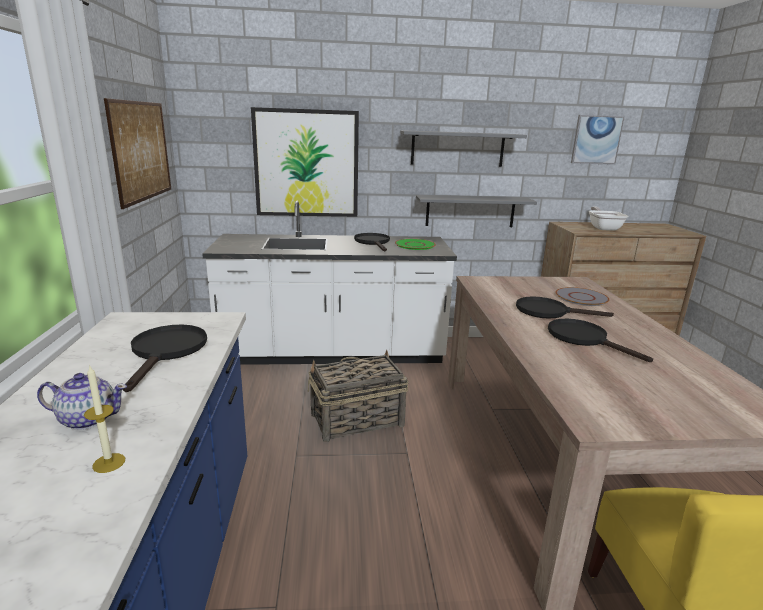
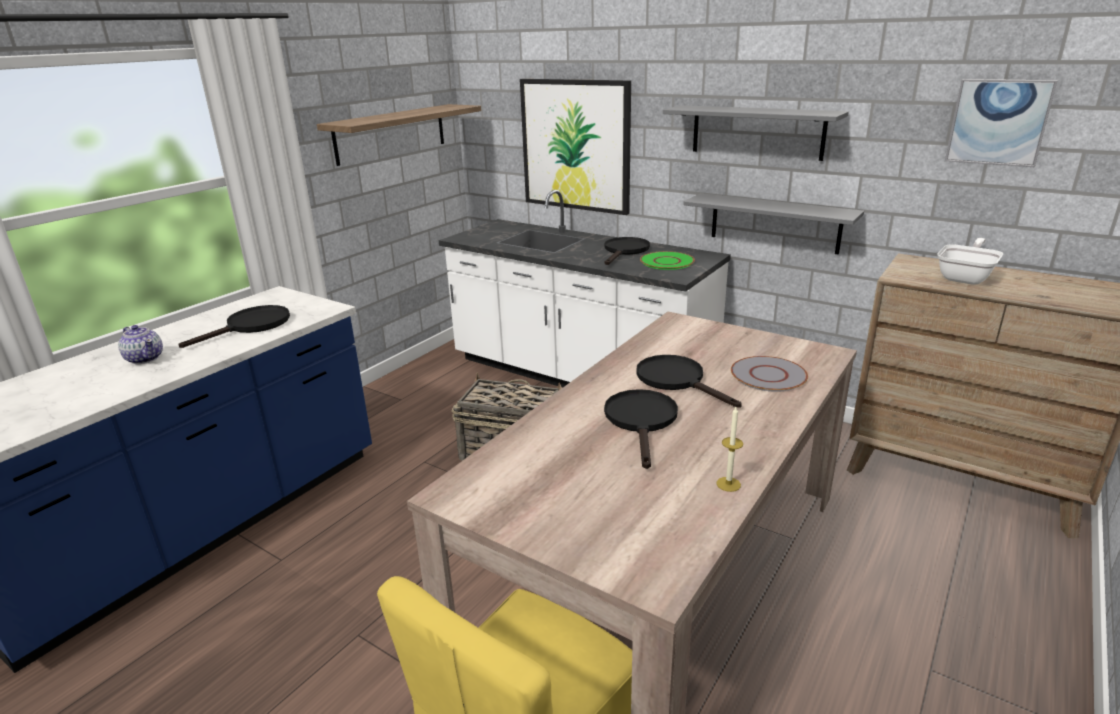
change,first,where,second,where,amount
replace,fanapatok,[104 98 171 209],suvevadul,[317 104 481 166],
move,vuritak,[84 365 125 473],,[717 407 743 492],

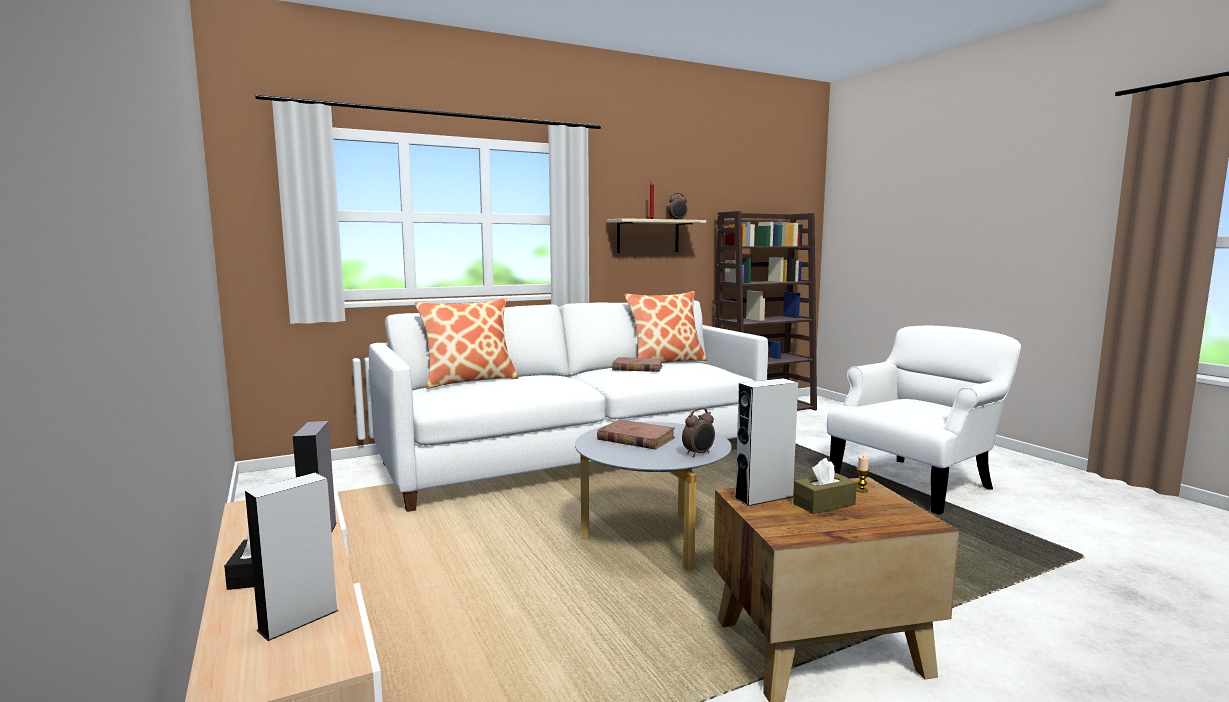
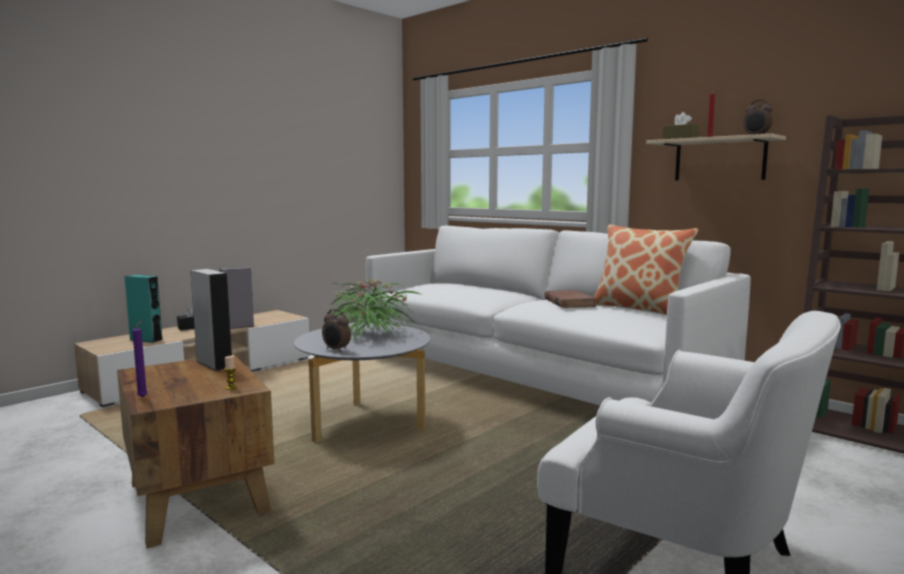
change,first,where,second,where,amount
recolor,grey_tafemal,[245 473 339 641],turquoise_tafemal,[124 275 162 343],
insert,,,purple_vuritak,[132 320 148 398],
replace,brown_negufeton,[597 419 675 450],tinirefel,[330 277 422 341],
move,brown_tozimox,[793 458 857 514],,[663 112 700 139],
delete,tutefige,[415 298 519 389],,,

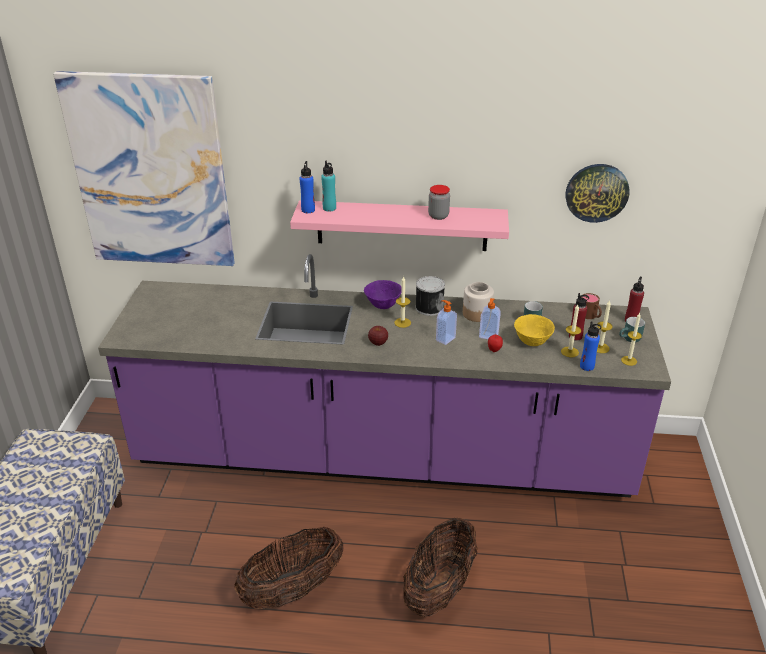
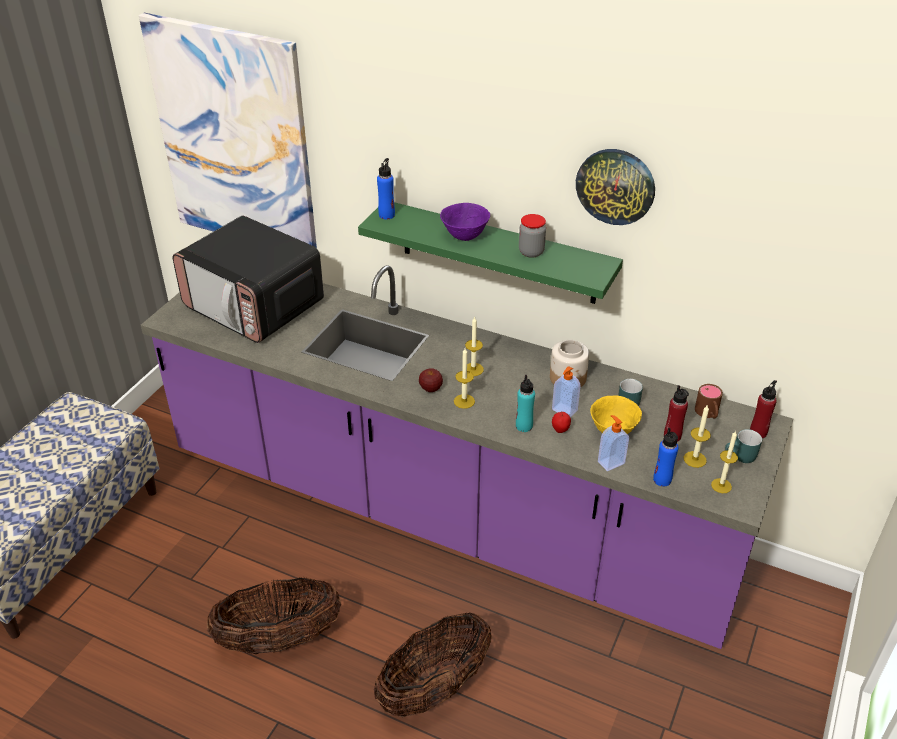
change,first,where,second,where,amount
insert,,,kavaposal,[172 215 324 343],
recolor,pink_suvevadul,[290 200 509 251],green_suvevadul,[358 202 623 304],
move,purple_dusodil,[364 280 402 309],,[440 203 490 241],
move,vuritak,[561 304 581 358],,[454 348 475 409],
move,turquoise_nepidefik,[321 161 336 212],,[516 375 535 432],
move,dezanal,[566 164 630 223],,[576 149 655 225],
move,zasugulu,[436 300 457 345],,[598 415 629 471],
delete,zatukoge,[415 276 445 316],,,

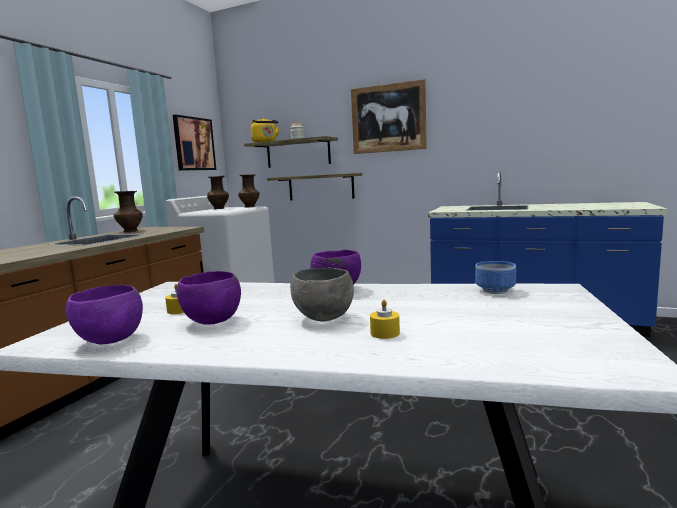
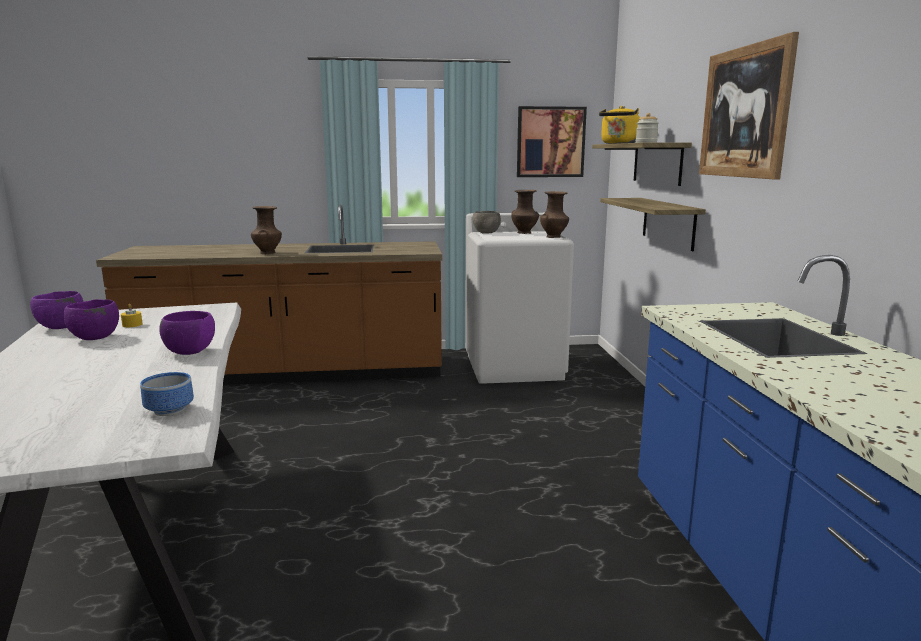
change,first,where,second,where,amount
move,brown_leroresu,[114 191 142 232],,[251 206 282 254],
move,grey_dusodil,[290 268 354 321],,[473 211 501 234],
delete,yellow_vuritak,[370 300 400 339],,,

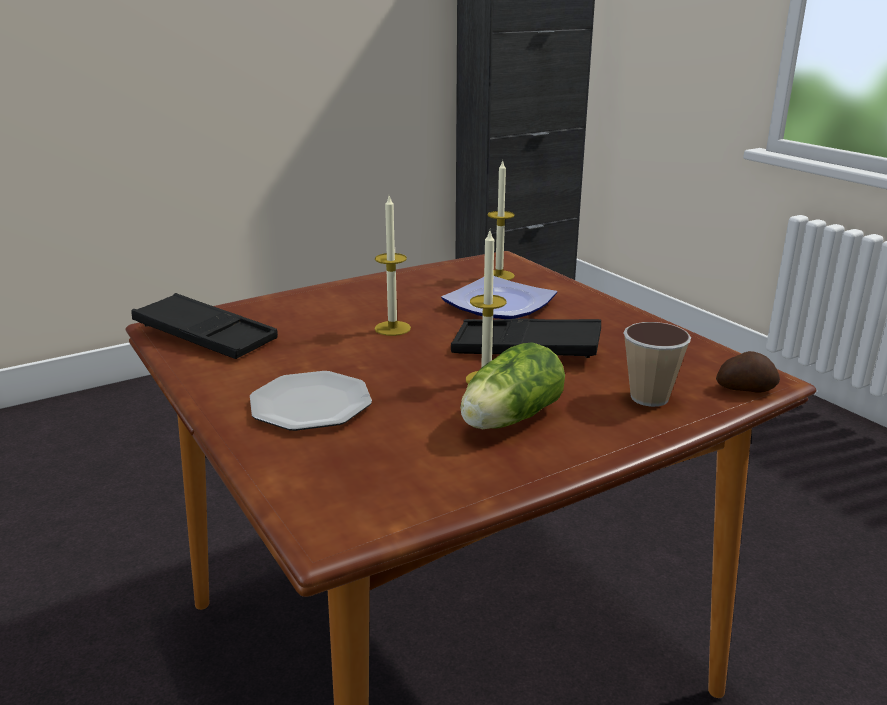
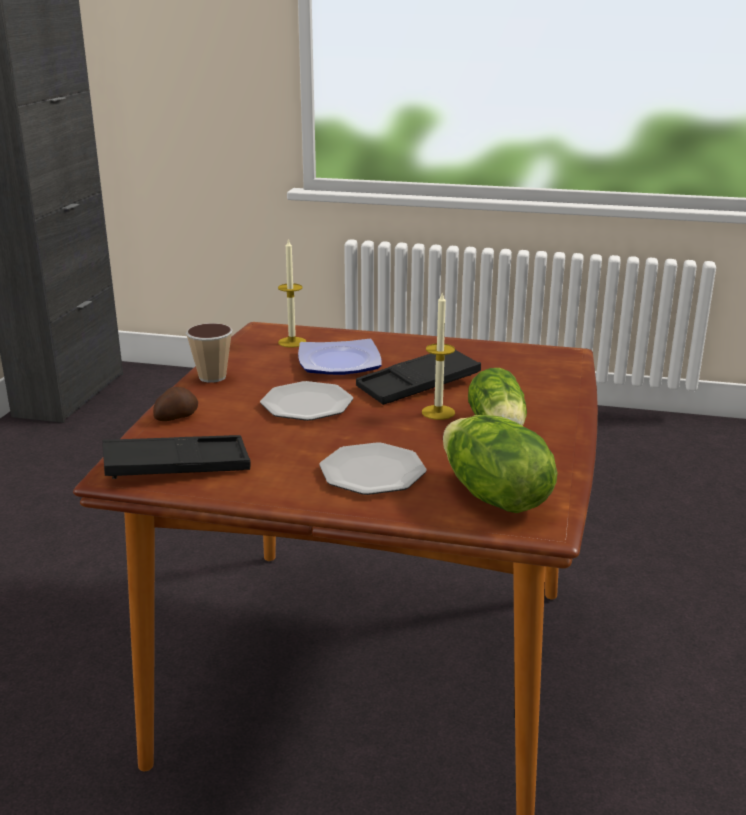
change,first,where,second,where,amount
move,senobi,[716 351 780 393],,[153 387 198 421],
move,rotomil,[624 322 691 407],,[186 323 232 383],
replace,vuritak,[375 196 411 336],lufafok,[260 381 353 421],
insert,,,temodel,[443 415 557 513],

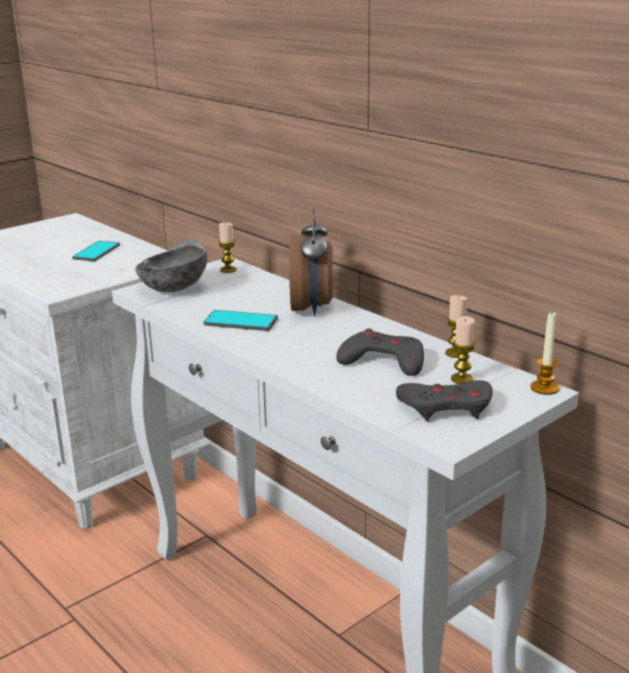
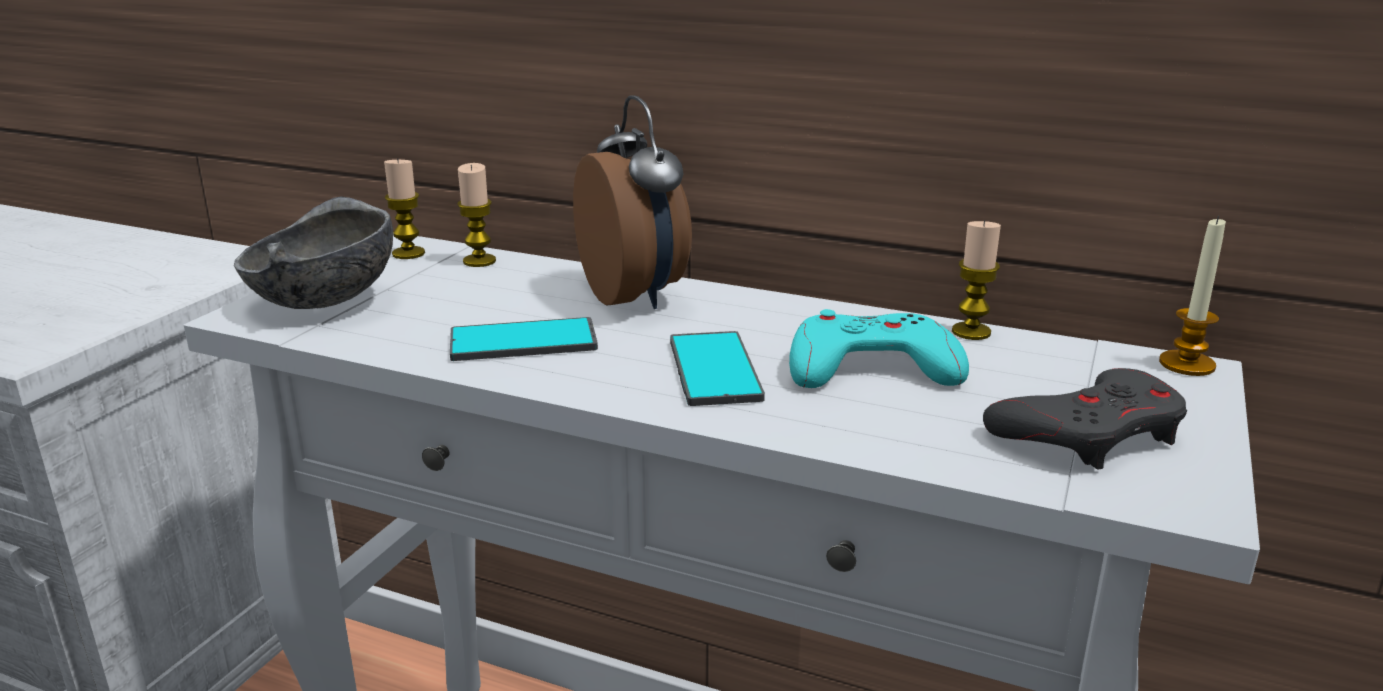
change,first,where,second,where,amount
move,vuritak,[451 316 476 384],,[457 163 496 267],
move,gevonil,[72 241 120 261],,[670 331 765 406],
recolor,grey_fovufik,[336 329 424 376],turquoise_fovufik,[789 309 969 388],

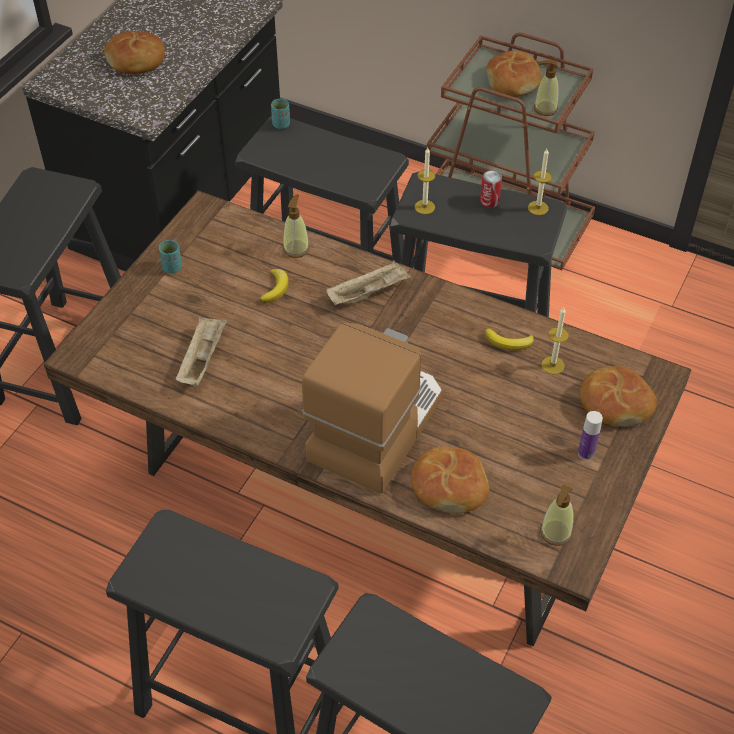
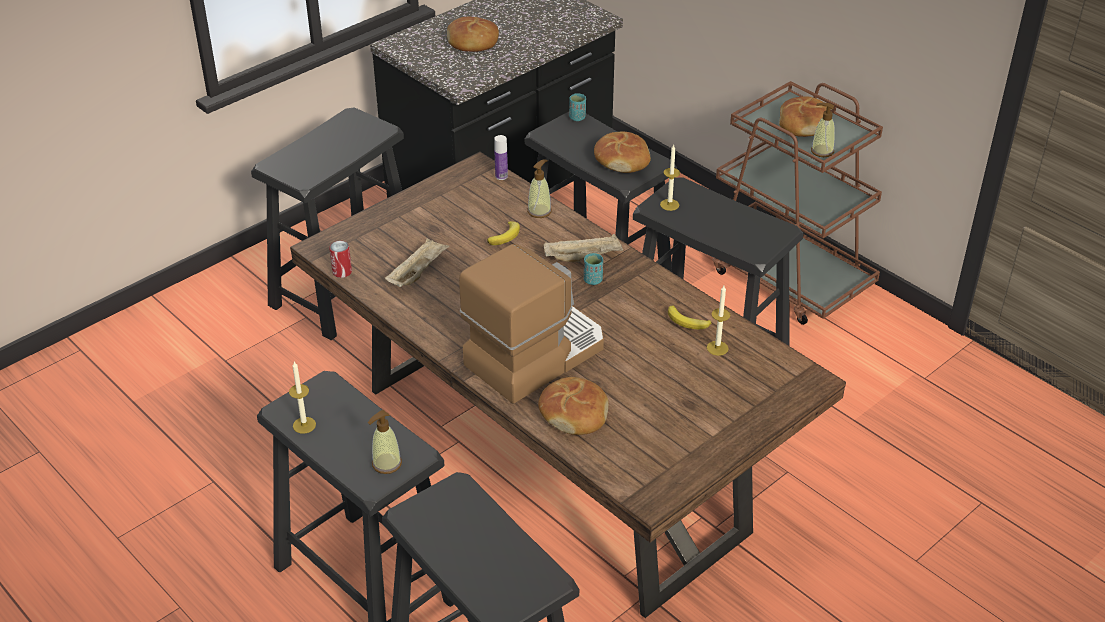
change,first,where,second,where,amount
move,vuritak,[528 149 552 215],,[289 362 316 434],
move,zatukoge,[480 170 502 208],,[329 241 352 278],
move,zasugulu,[540 485 574 546],,[368 410 402 474],
move,nepidefik,[578 411 603 460],,[494 135 508 180],
move,turquoise_rotomil,[159 240 182 273],,[584 253 603 285],
move,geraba,[580 366 657 427],,[594 131 651 173],

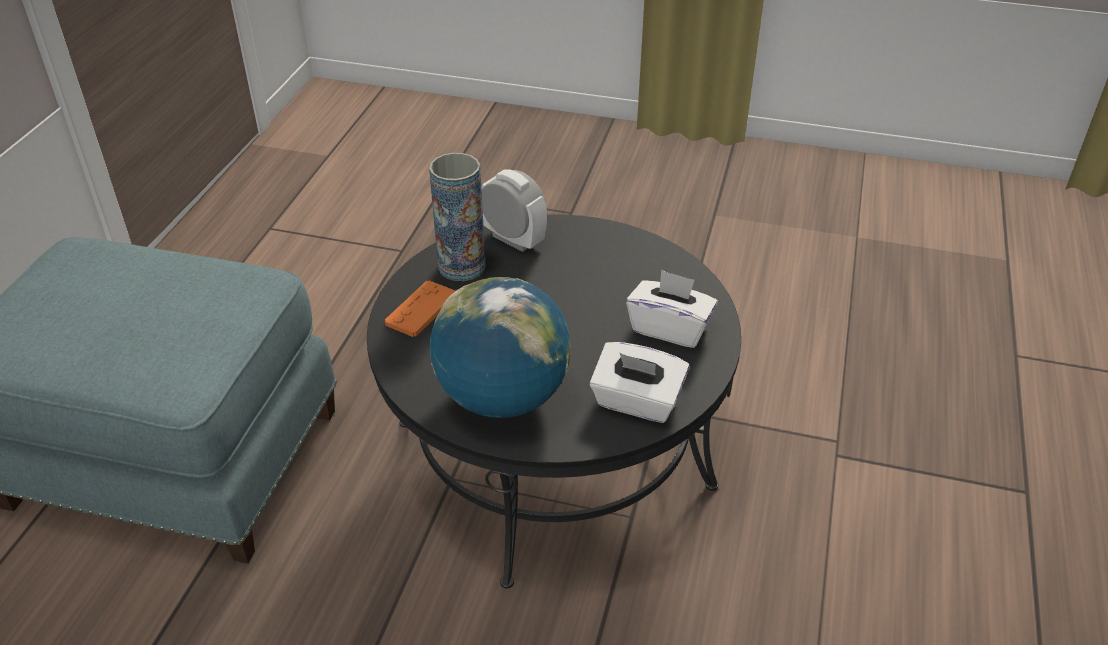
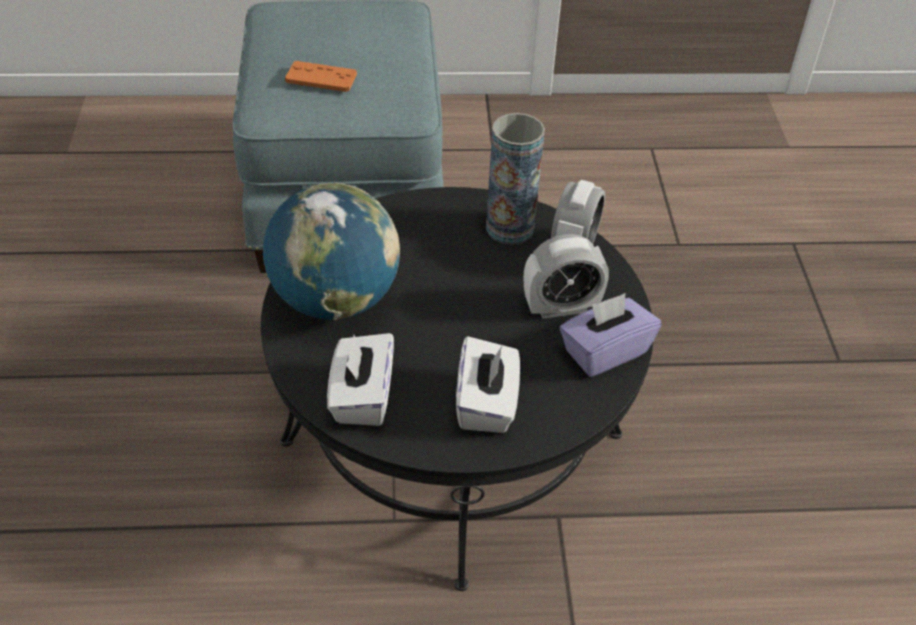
change,first,where,second,where,amount
move,orange_fovufik,[385 281 455 337],,[285 61 357 92],
insert,,,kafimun,[524 234 609 319],
insert,,,purple_tozimox,[559 293 661 377],

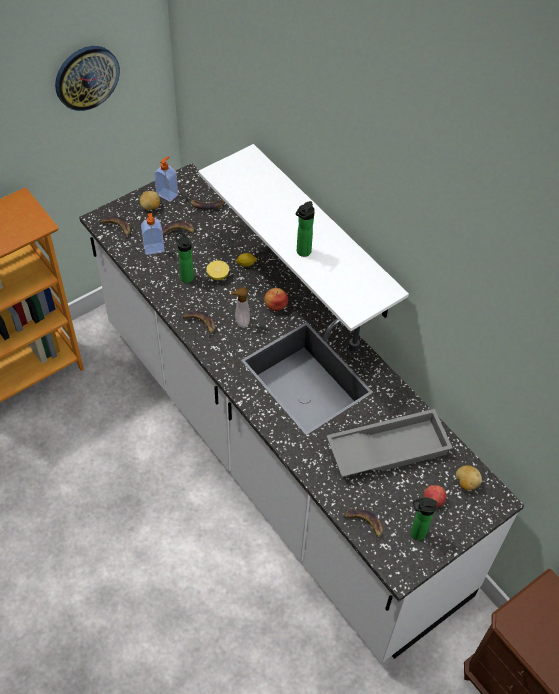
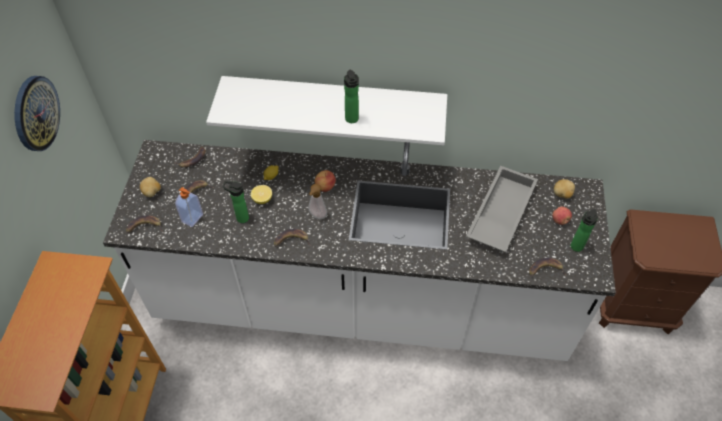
change,first,where,second,where,amount
delete,zasugulu,[154 156 178 202],,,

